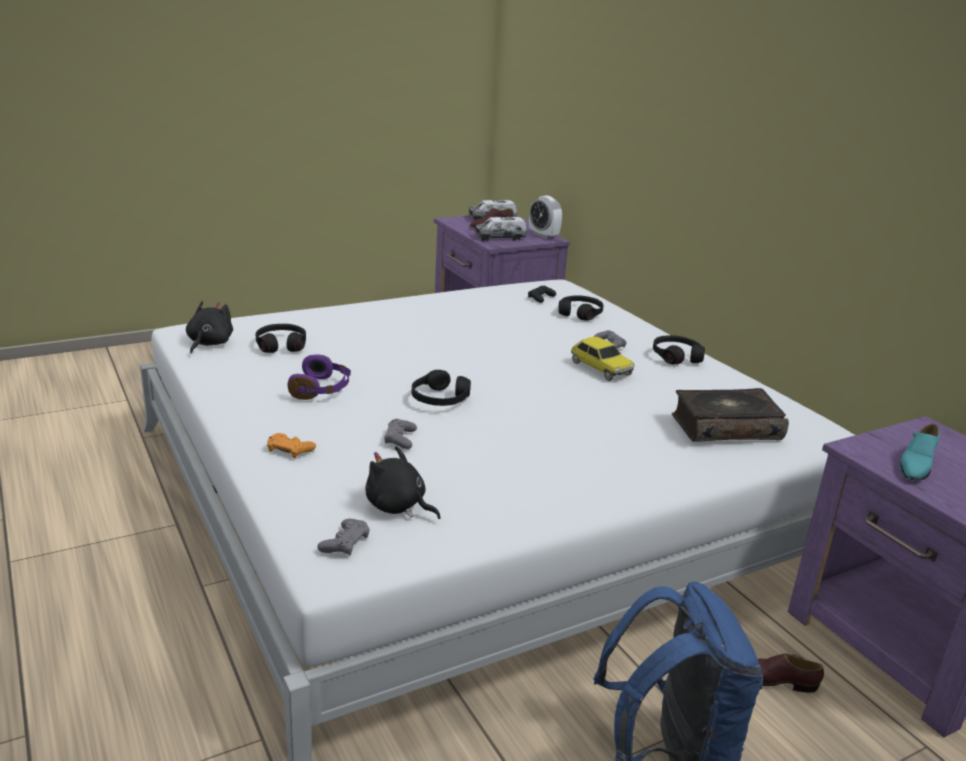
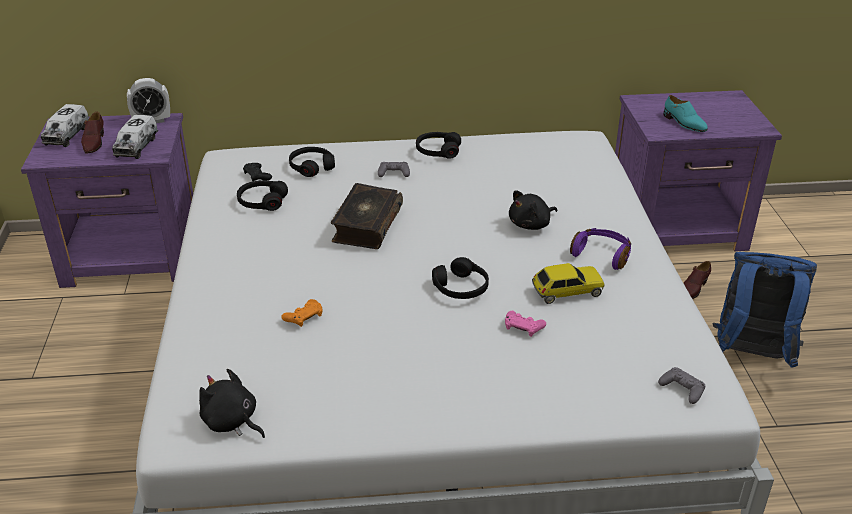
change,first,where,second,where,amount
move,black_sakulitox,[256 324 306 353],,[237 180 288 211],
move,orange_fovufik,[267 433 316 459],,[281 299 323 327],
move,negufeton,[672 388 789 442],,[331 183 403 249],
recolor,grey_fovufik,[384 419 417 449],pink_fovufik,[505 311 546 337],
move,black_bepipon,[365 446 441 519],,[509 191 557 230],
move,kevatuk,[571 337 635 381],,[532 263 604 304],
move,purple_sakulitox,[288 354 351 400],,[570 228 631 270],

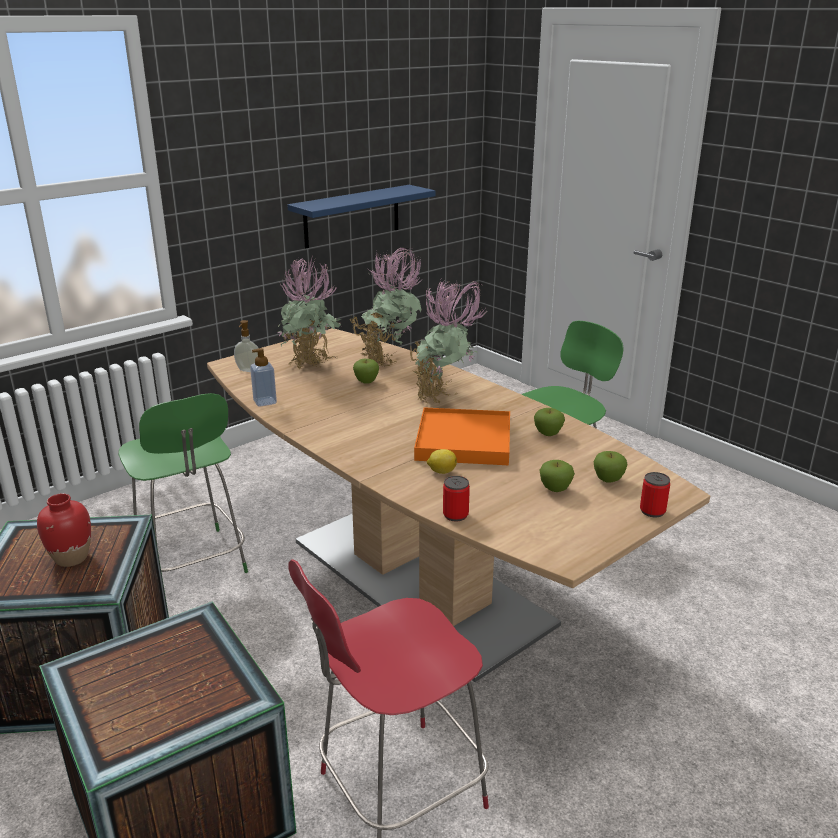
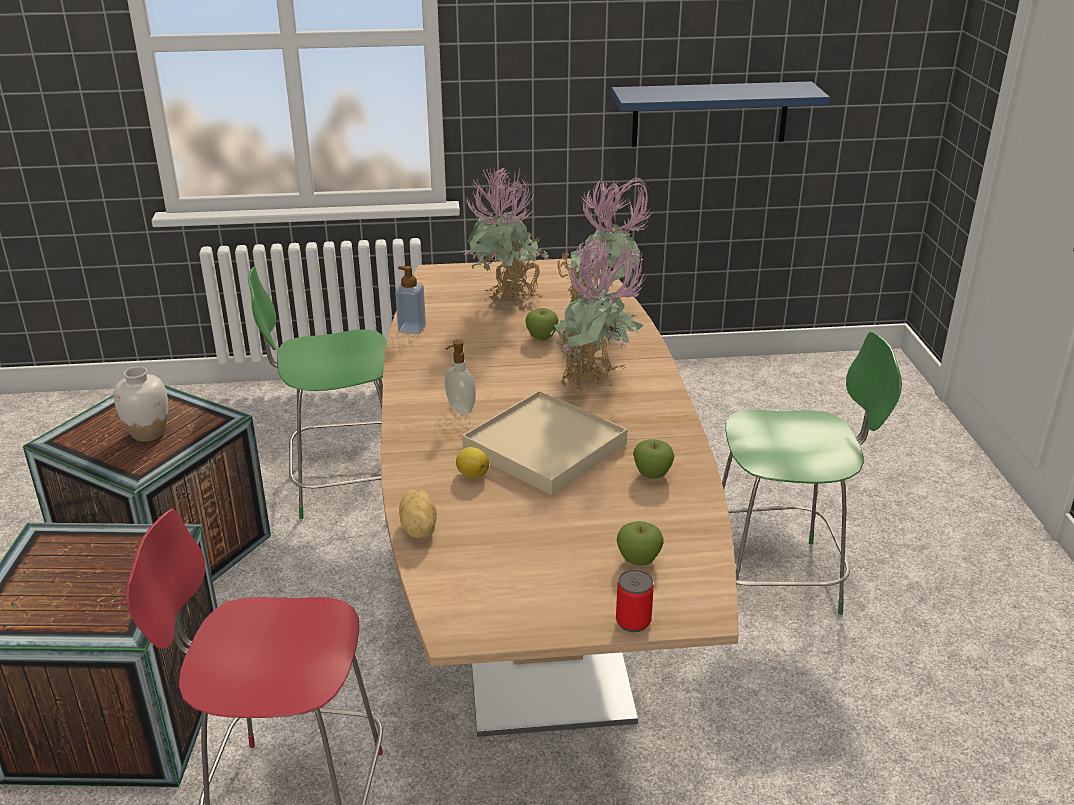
change,first,where,second,where,amount
recolor,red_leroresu,[37 493 91 567],white_leroresu,[114 366 168 442],
rotate,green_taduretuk,[119 393 248 573],,[248 266 387 519],75 degrees clockwise
replace,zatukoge,[443 476 470 522],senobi,[399 490 437 539],
move,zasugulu,[234 320 258 372],,[445 339 476 414],
recolor,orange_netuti,[414 407 510 465],beige_netuti,[462 390 627 496],
delete,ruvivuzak,[539 460 575 492],,,

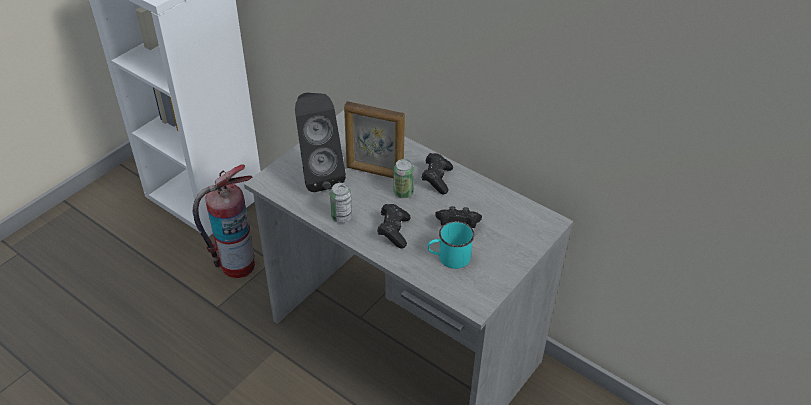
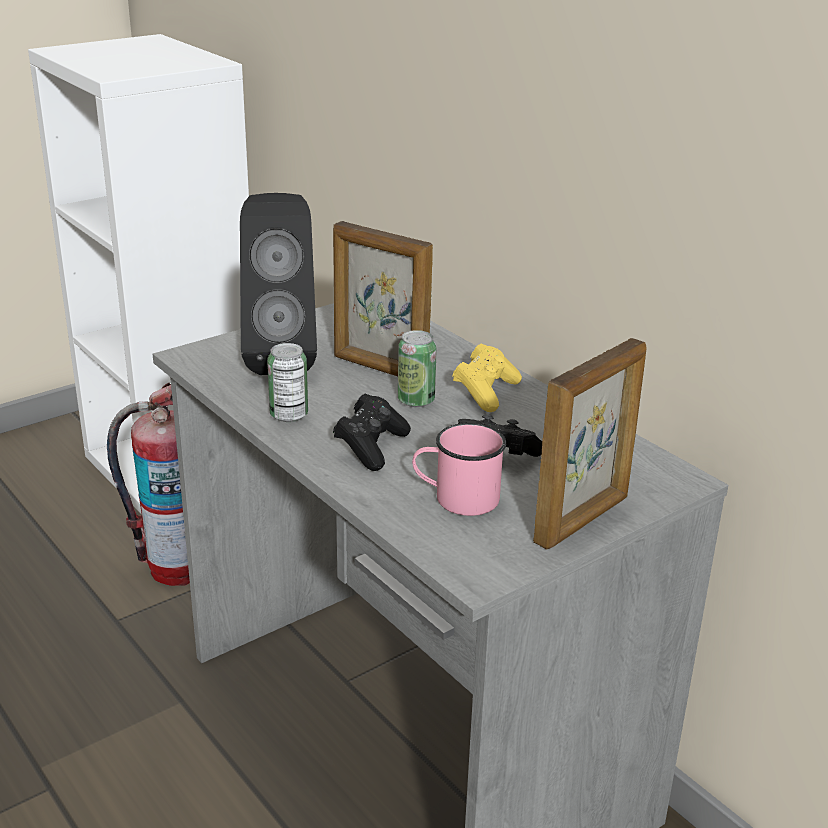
change,first,where,second,where,amount
recolor,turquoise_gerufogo,[427 221 474 269],pink_gerufogo,[412 423 506 516],
recolor,black_fovufik,[422 153 453 194],yellow_fovufik,[452 344 522 412],
insert,,,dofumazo,[533 338 647 549],

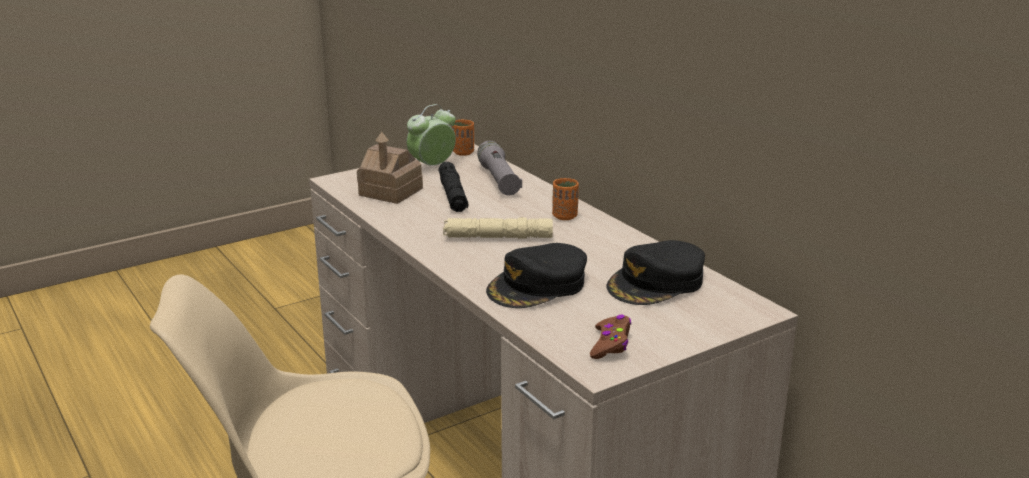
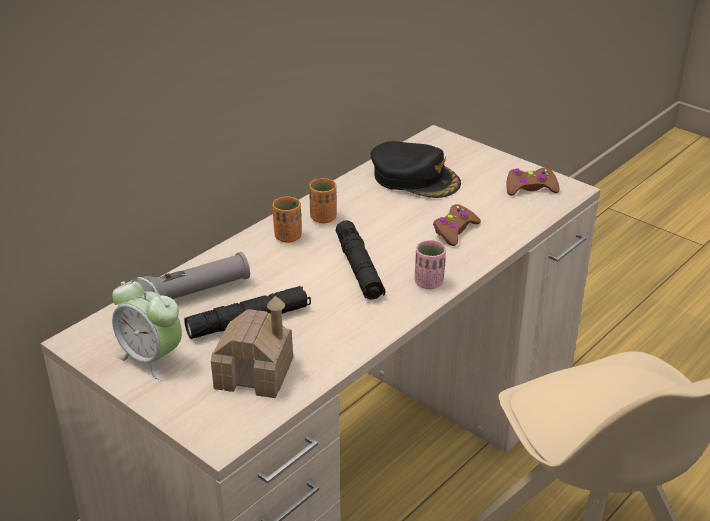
change,first,where,second,where,amount
move,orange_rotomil,[452 119 474 156],,[309 178 337 223],
recolor,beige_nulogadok,[443 217 553 238],black_nulogadok,[336 221 385 300],
insert,,,pink_rotomil,[415 240 446 289],
replace,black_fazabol,[486 243 587 308],brown_fovufik,[433 204 481 246],

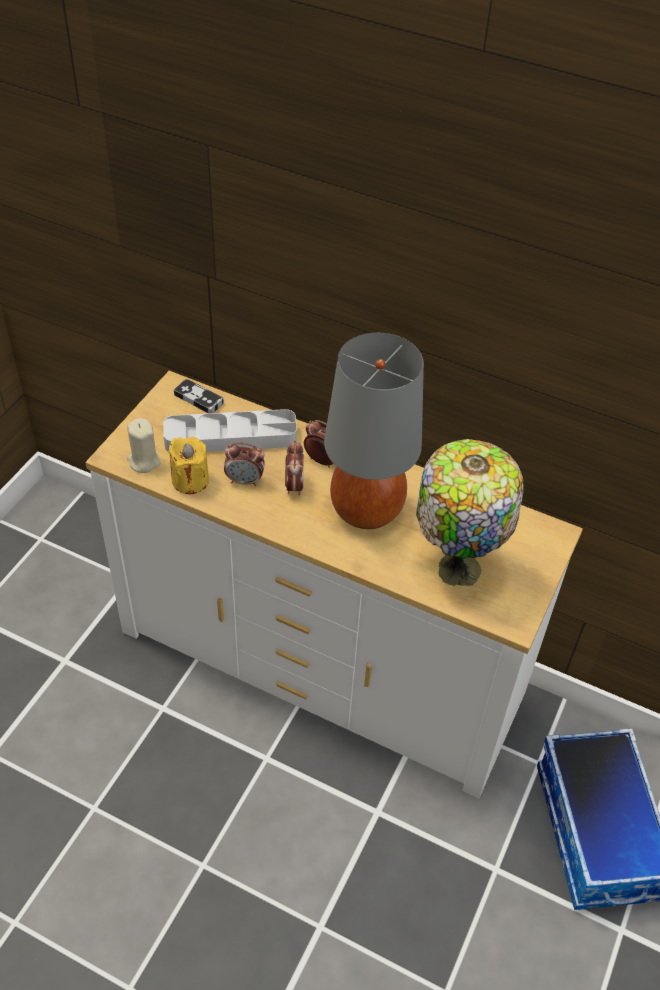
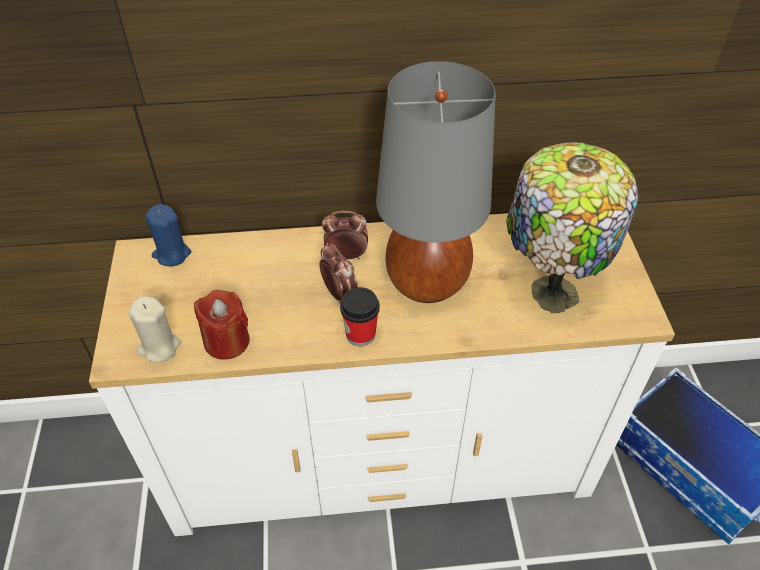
change,first,where,second,where,amount
replace,fovufik,[174 379 224 413],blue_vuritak,[145 204 191 266],
recolor,yellow_vuritak,[168 437 209 494],red_vuritak,[194 290 250 360],
insert,,,rotomil,[340 287 380 346],
delete,grey_netuti,[163 409 297 452],,,
delete,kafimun,[224 442 265 486],,,

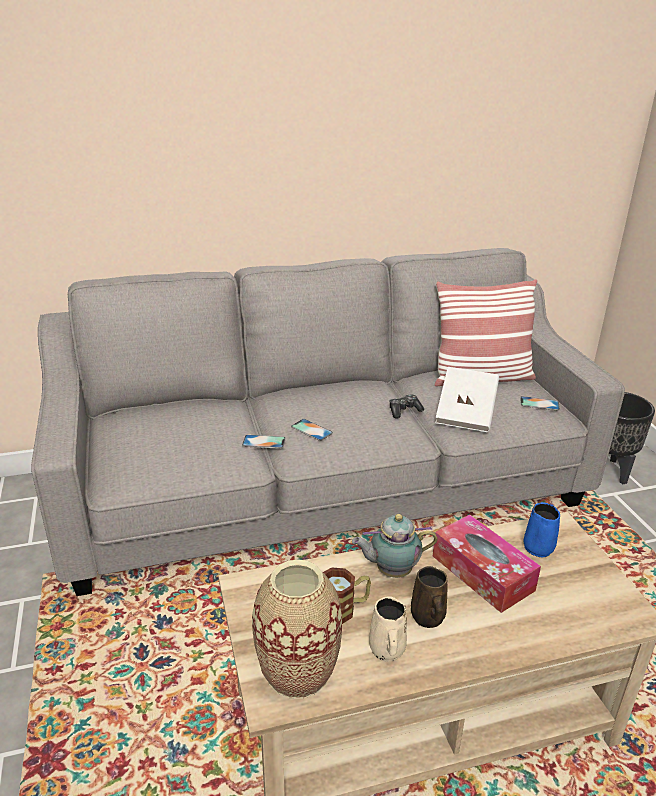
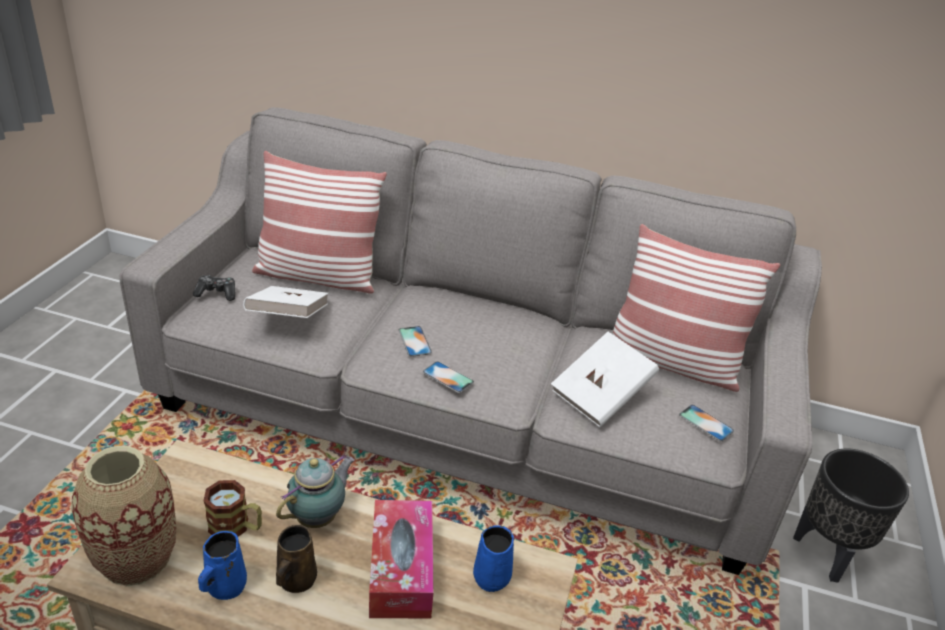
change,first,where,second,where,amount
move,fovufik,[389 394 424 419],,[193 275 235 301],
recolor,beige_gerufogo,[369 596 407 662],blue_gerufogo,[198 531 247 600],
insert,,,white_negufeton,[243 286 329 318],
insert,,,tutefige,[252 151 387 293],
rotate,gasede,[352 514 437 578],,[276 455 355 528],105 degrees clockwise
move,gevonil,[242 435 286 449],,[423 361 474 393],

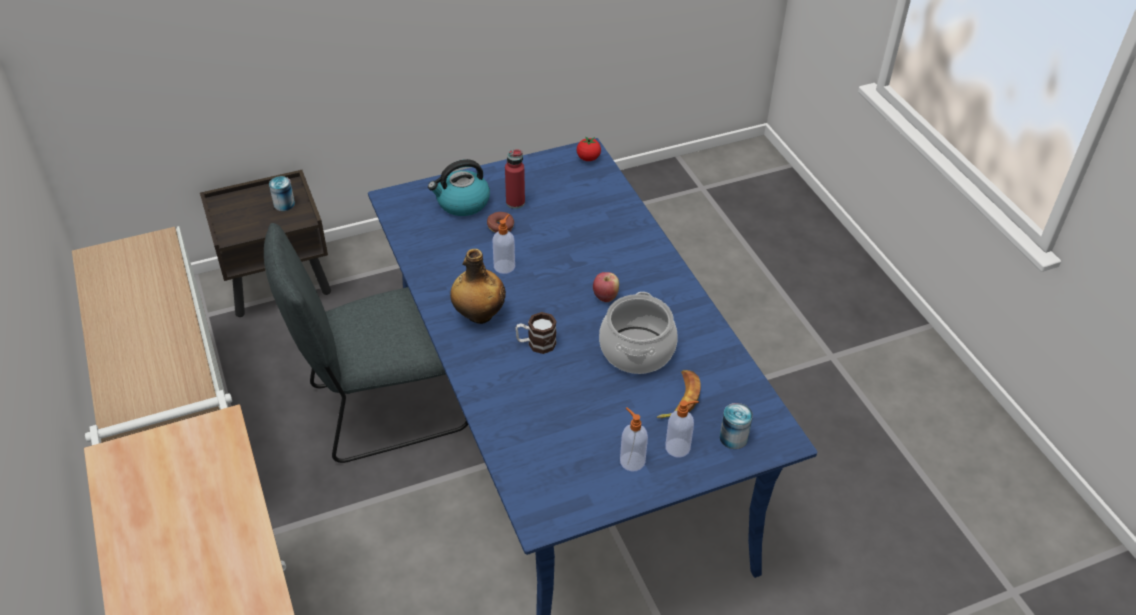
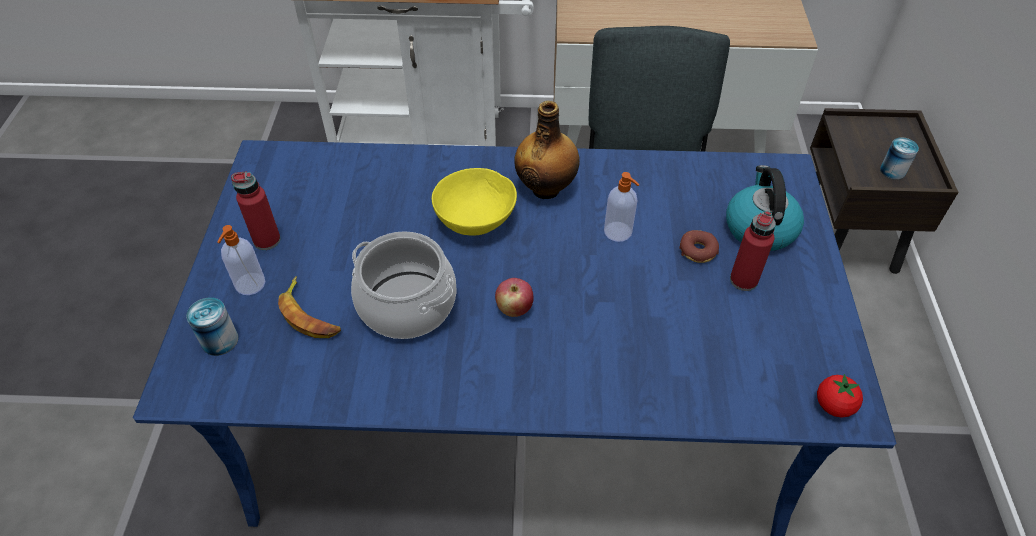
change,first,where,second,where,amount
replace,zasugulu,[620 408 648 471],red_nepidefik,[231 172 281 250],
replace,gerufogo,[515 312 557 354],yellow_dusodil,[432 168 517 236],

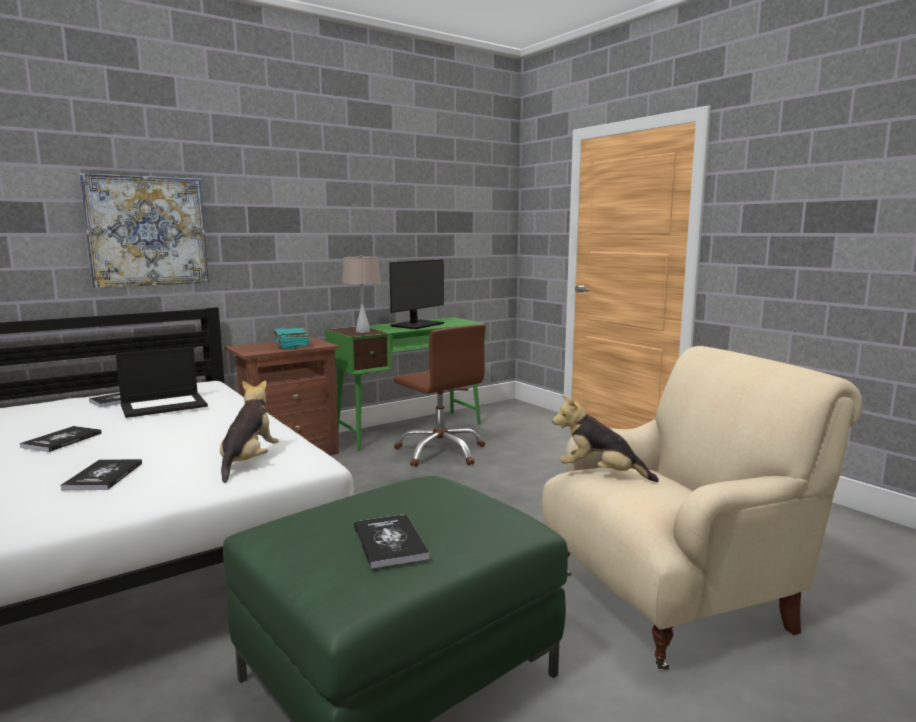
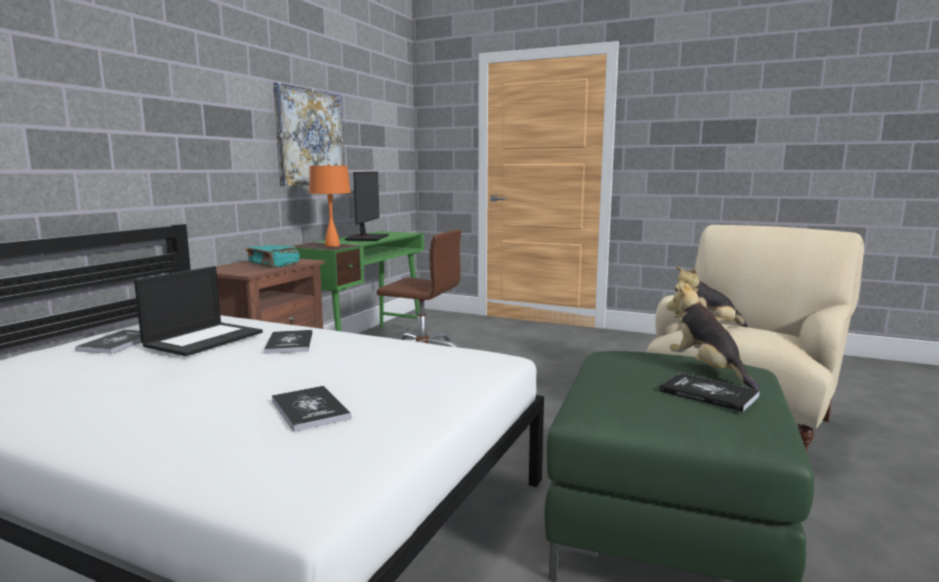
change,first,where,second,where,amount
move,negufeton,[19 426 102 452],,[264 330 313 354],
move,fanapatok,[79 173 209 288],,[274 82 344 186],
recolor,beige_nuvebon,[342 255 381 333],orange_nuvebon,[309 164 351 247],
move,bepipon,[220 380 279 483],,[666 282 760 390],

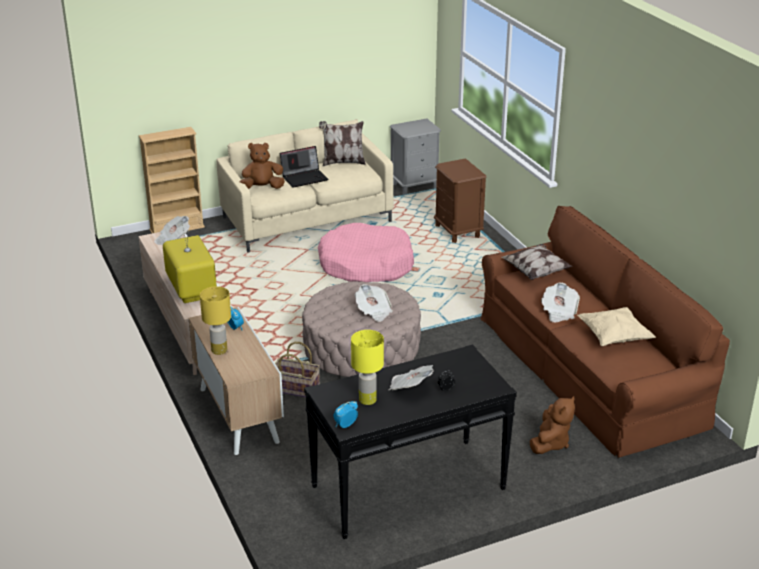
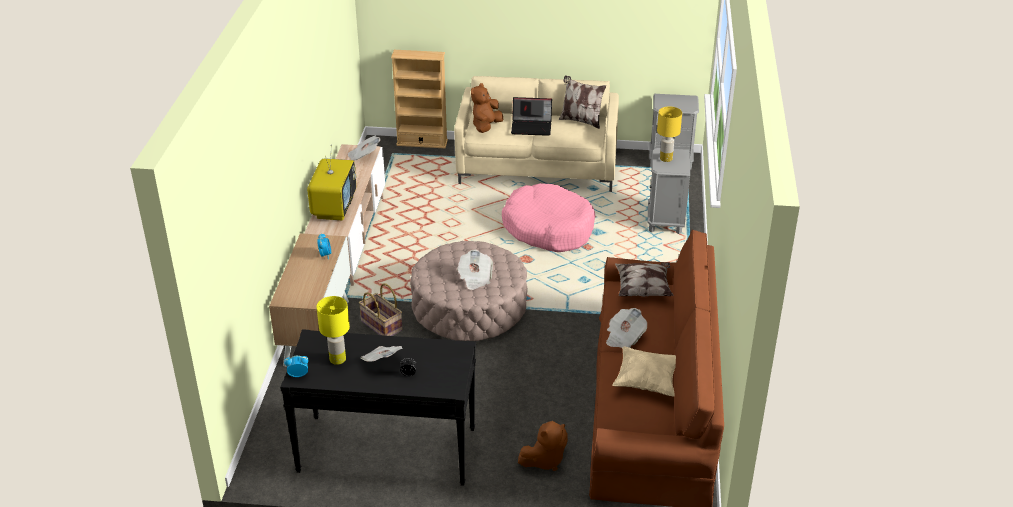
change,first,where,second,where,amount
rotate,brown_bepipon,[240 143 285 189],,[471 83 503 133],75 degrees counterclockwise
recolor,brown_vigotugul,[434 158 487 243],grey_vigotugul,[648 148 690 234],
move,yellow_nuvebon,[200 286 231 355],,[657 106 682 162],

